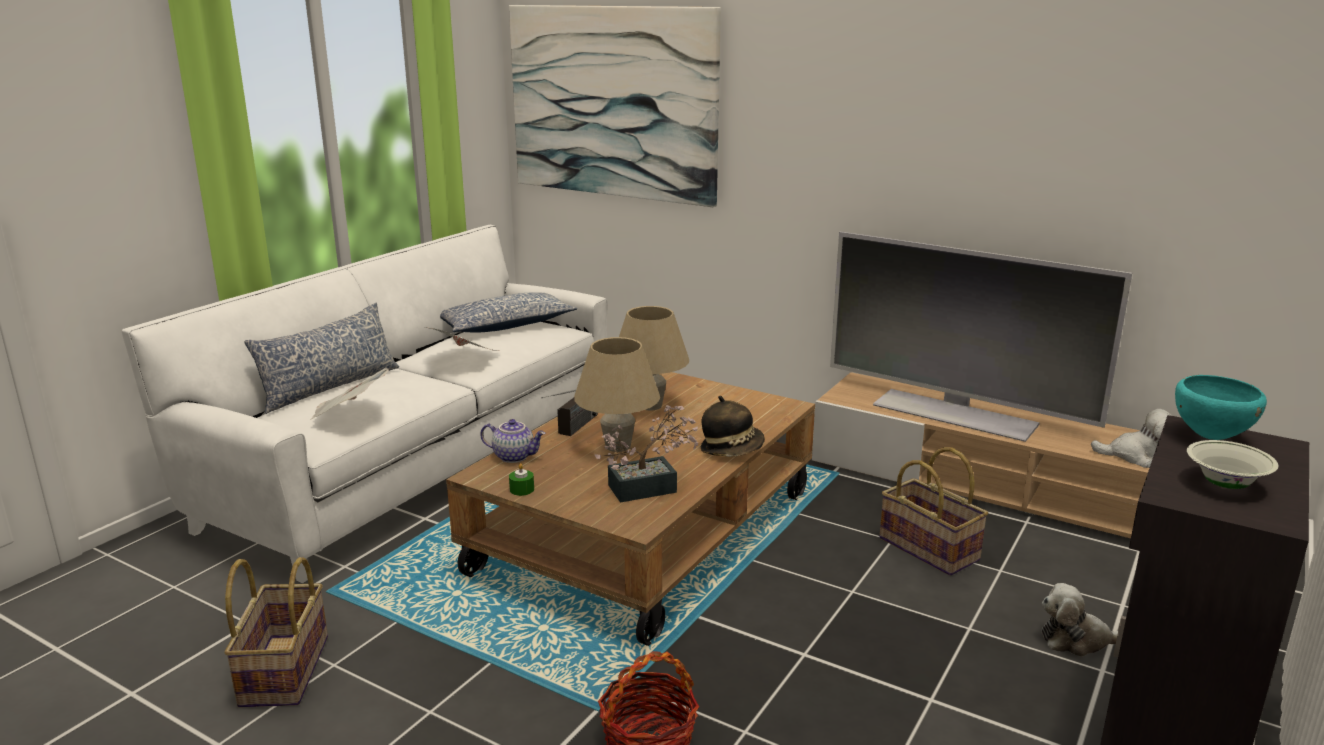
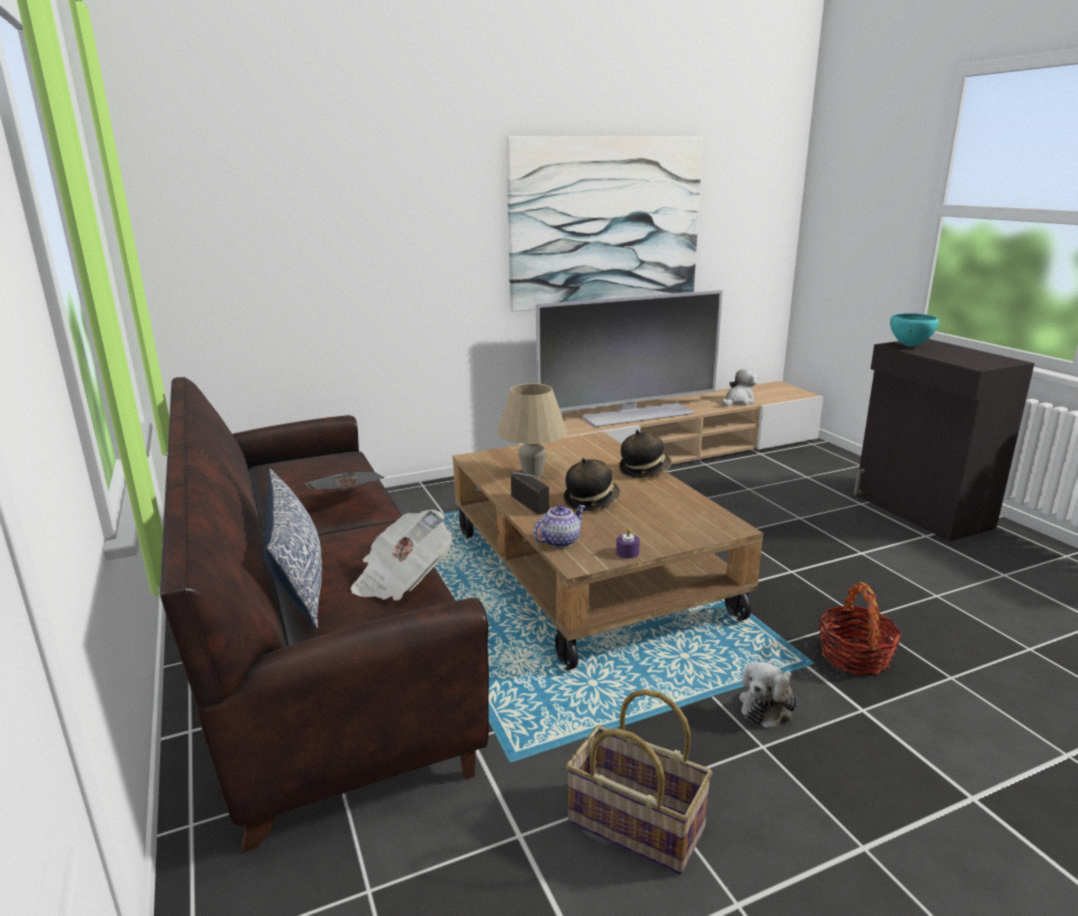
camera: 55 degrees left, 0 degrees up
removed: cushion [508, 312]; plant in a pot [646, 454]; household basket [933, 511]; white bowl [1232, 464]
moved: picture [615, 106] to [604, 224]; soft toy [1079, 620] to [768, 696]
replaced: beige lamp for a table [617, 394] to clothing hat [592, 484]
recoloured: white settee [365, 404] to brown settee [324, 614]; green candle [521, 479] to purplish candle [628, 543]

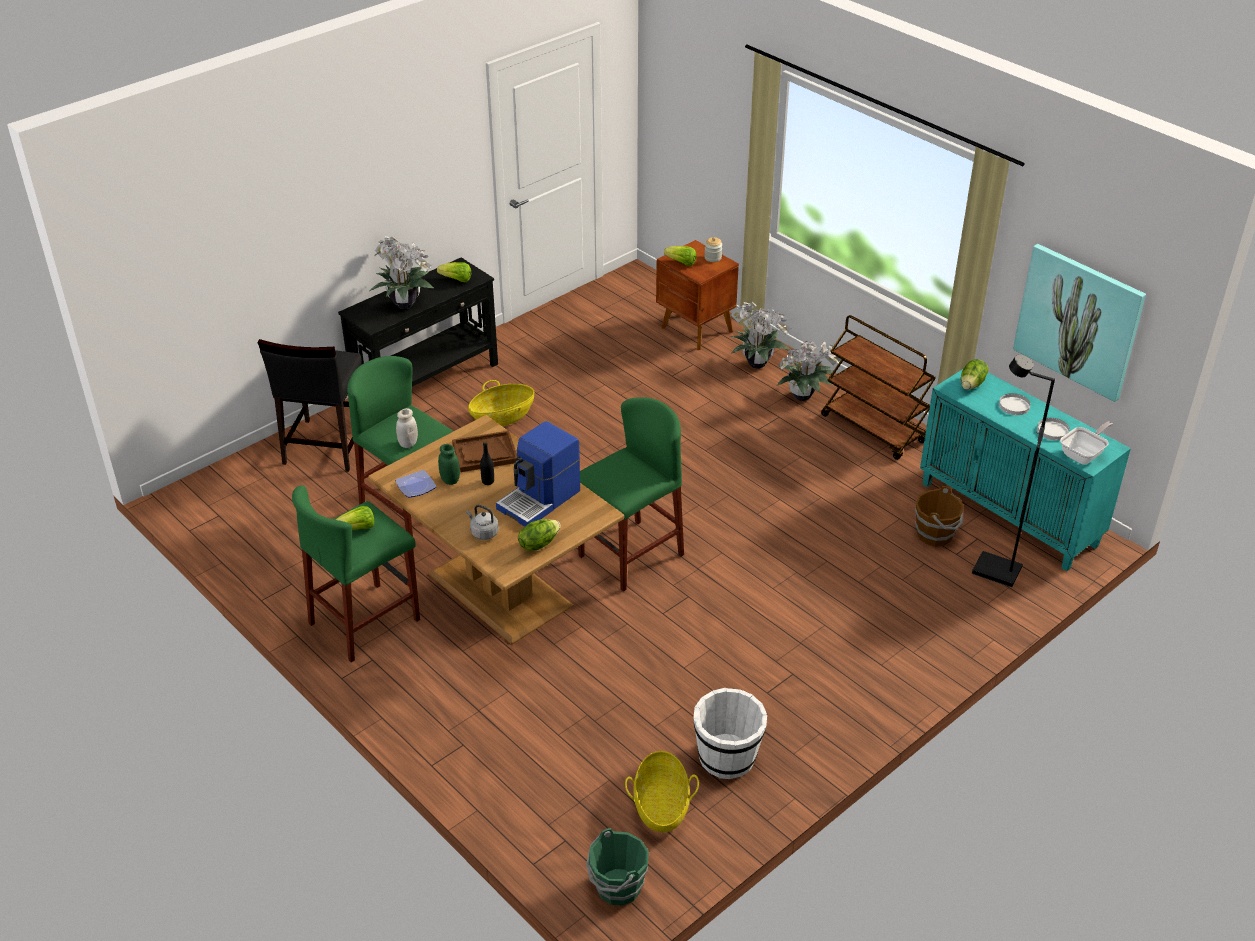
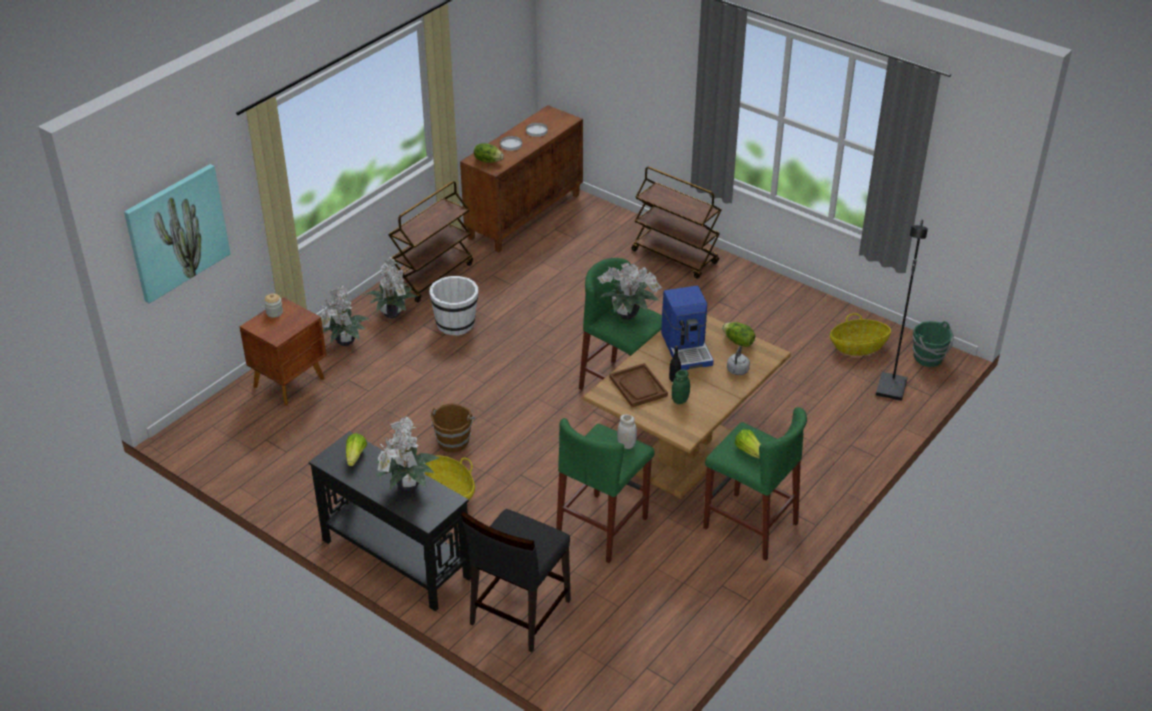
camera: 100 degrees left, 0 degrees up
removed: flat dish [416, 484]; lettuce head [680, 256]; frying pan [1086, 442]
added: plant in a pot [629, 291]; brown wheeled cart [676, 223]
moved: white bucket [730, 733] to [453, 305]; brown bucket [939, 516] to [453, 428]; black-coloured standard lamp [1013, 470] to [902, 310]; picture [1079, 323] to [177, 234]
recoloured: turquoise-coloured cupboard [1025, 470] to brown cupboard [521, 179]
turned: black-coloured chair [309, 405] = [516, 580] 120 degrees clockwise; coffee machine [538, 474] = [687, 328] 45 degrees clockwise

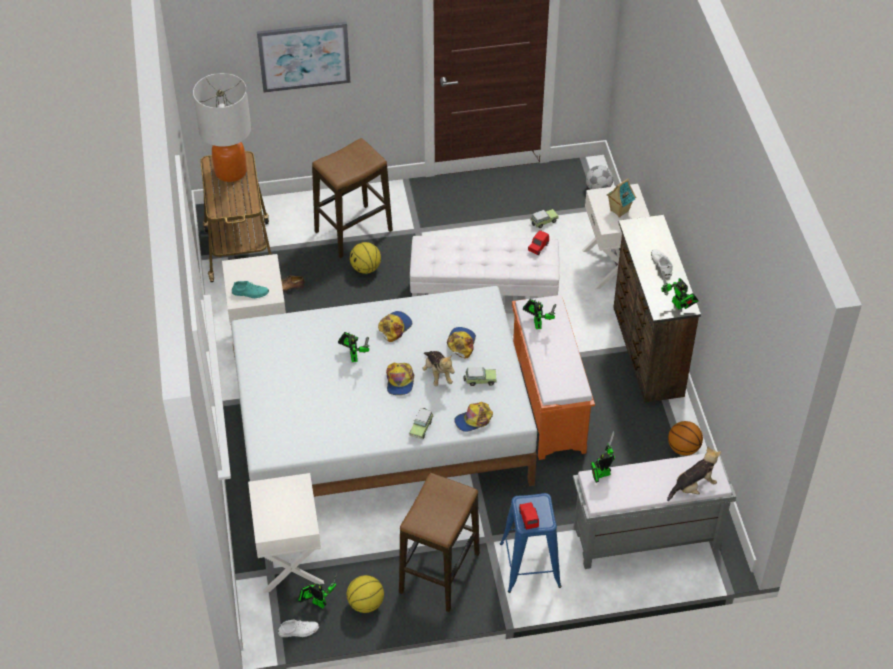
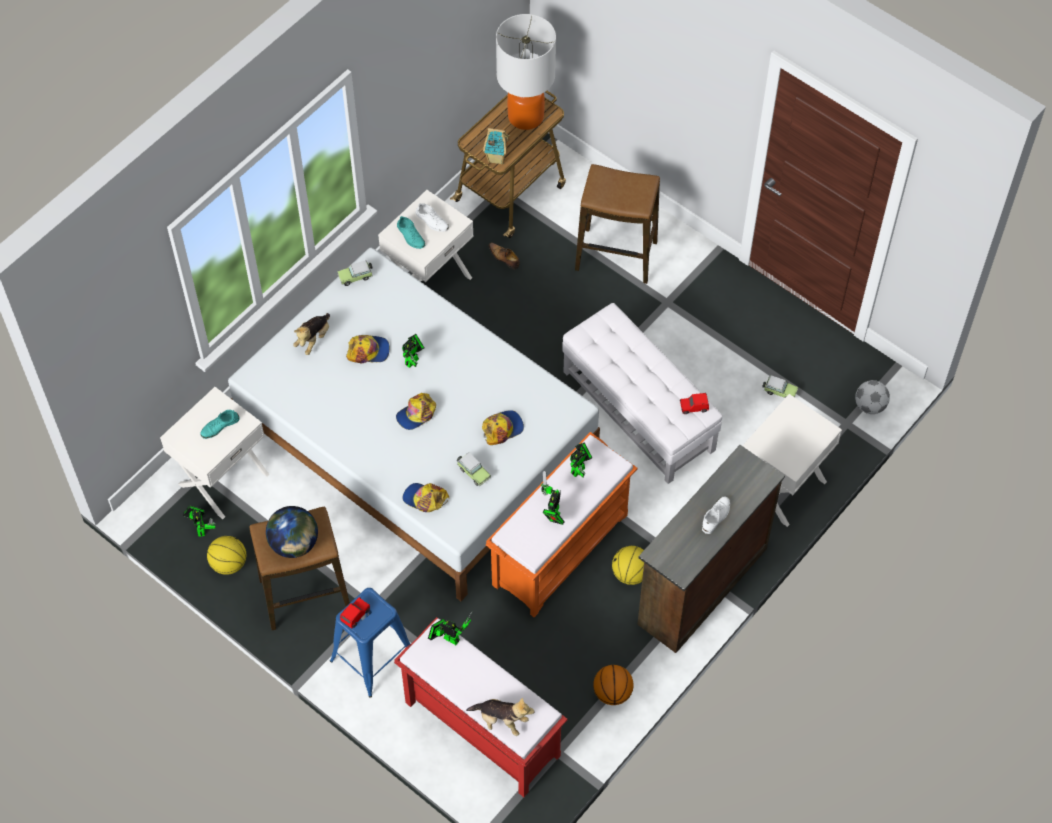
camera: 50 degrees right, 10 degrees up
removed: picture [303, 57]
added: turquoise-coloured shoe [220, 424]; desk globe [292, 532]
moved: white shoe [298, 628] to [432, 217]; basketball [365, 258] to [628, 565]; cap [395, 326] to [368, 349]; miniature car [421, 423] to [355, 273]; soft toy [438, 368] to [311, 334]; toy house [621, 198] to [496, 146]; model robot [679, 290] to [553, 497]
recoloured: grey long seat [654, 511] to red long seat [481, 707]

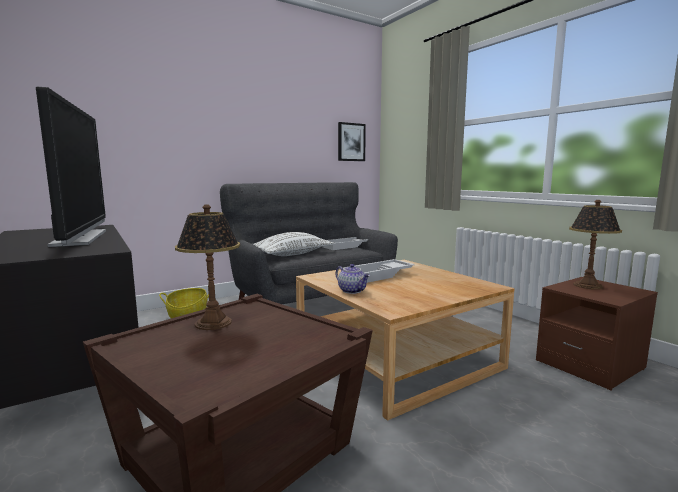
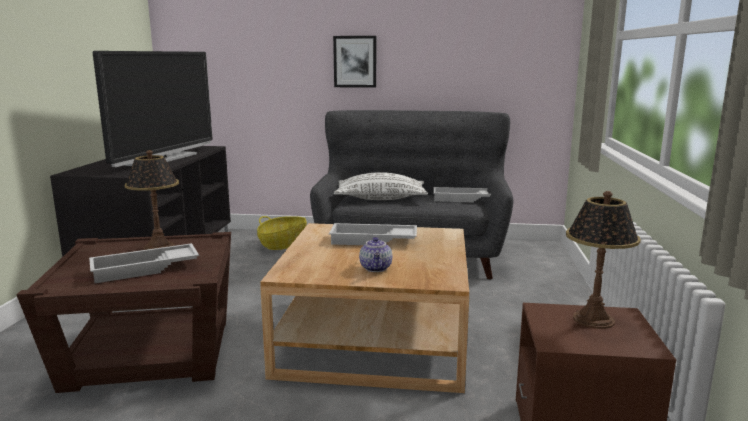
camera: 40 degrees right, 5 degrees up
added: white tray [144, 263]
moved: teapot [353, 279] to [375, 254]; picture [352, 141] to [354, 62]

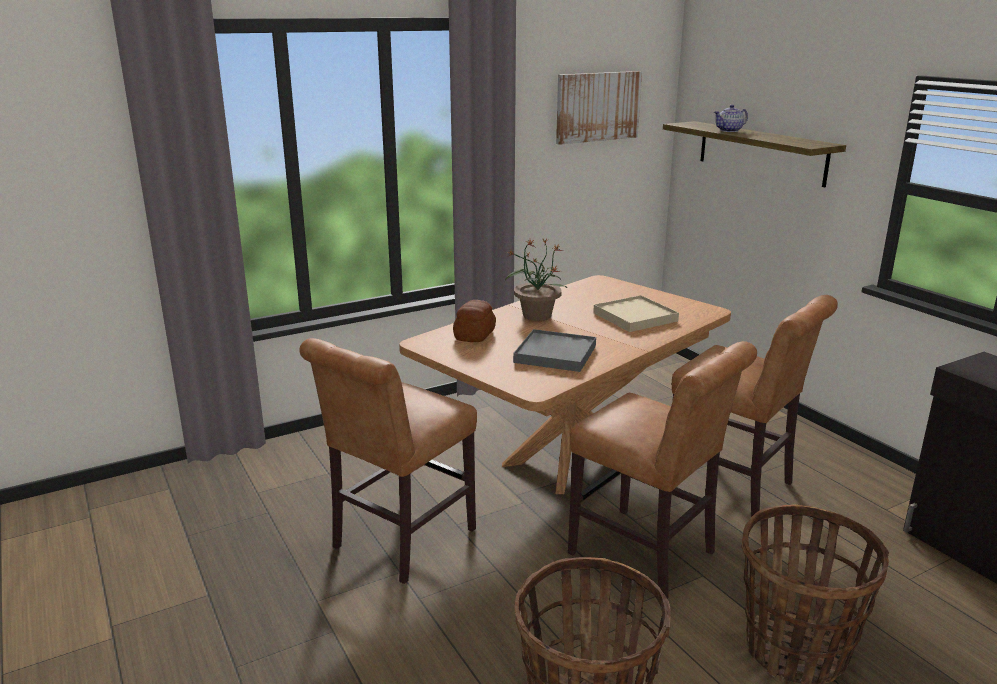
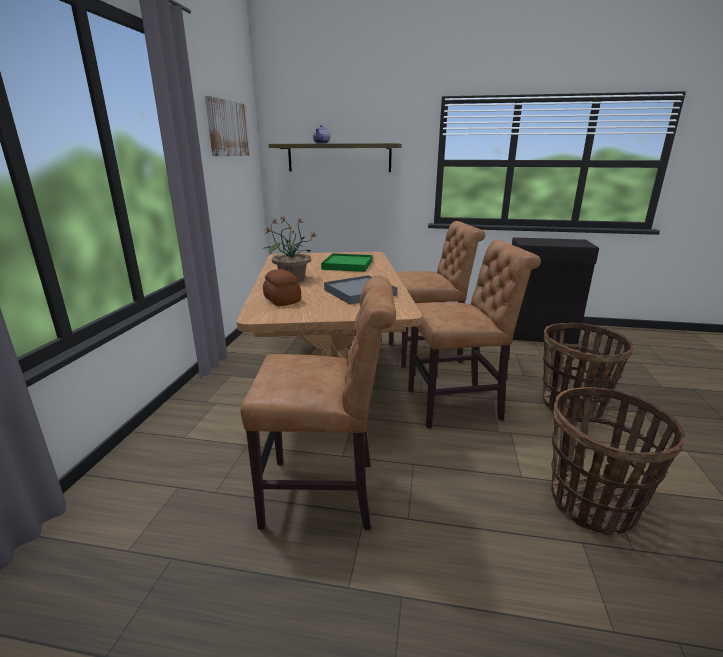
camera: 50 degrees left, 0 degrees up
recoloured: beige tray [636, 313] to green tray [347, 262]
turned: brown chair [388, 461] = [318, 403] 75 degrees counterclockwise

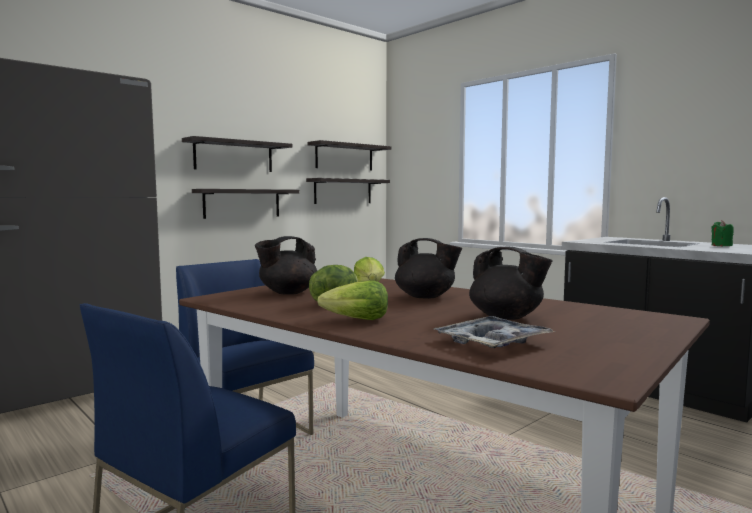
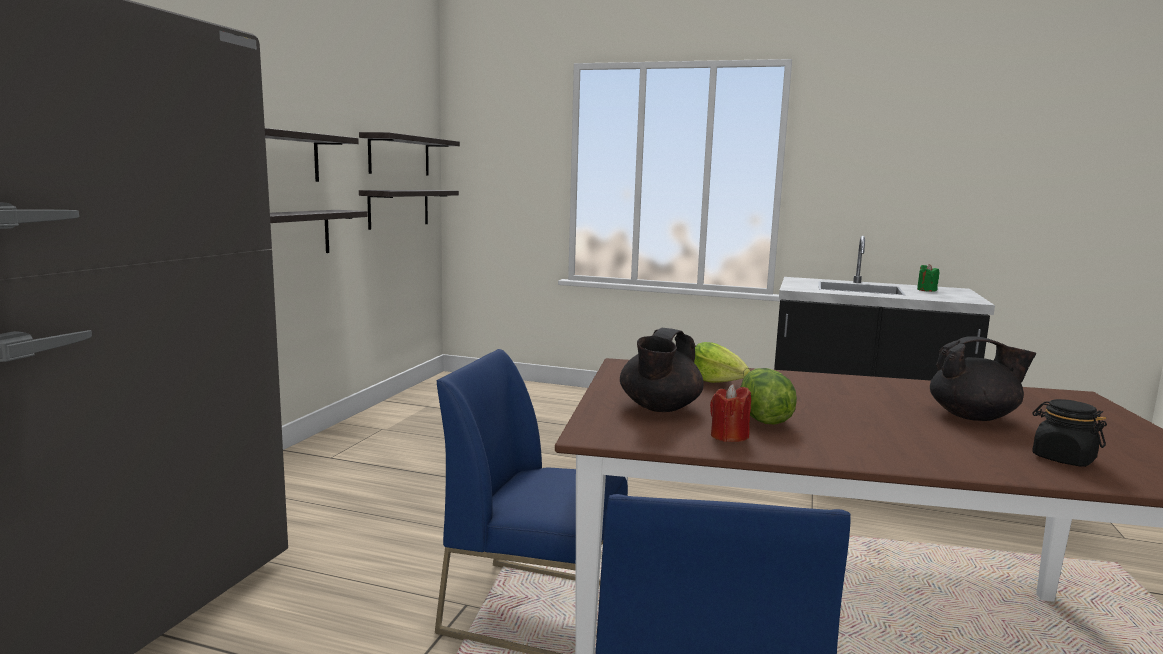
camera: 30 degrees left, 5 degrees up
removed: lettuce head [352, 300]; black-coloured teapot [428, 268]
added: red candle [730, 413]
replaced: tray [494, 332] to black-coloured preserve jar [1069, 433]

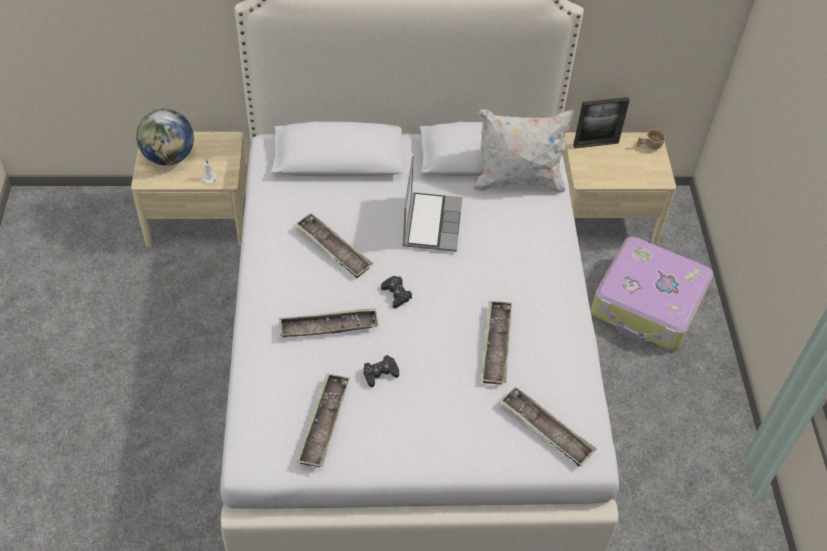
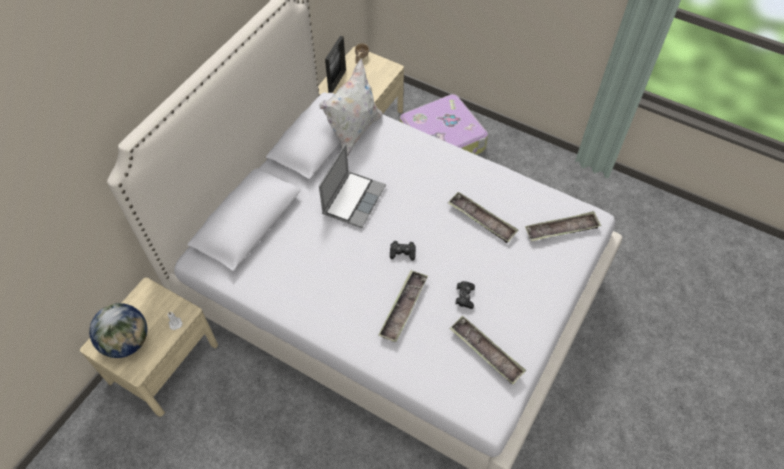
camera: 55 degrees left, 5 degrees up
removed: tray [334, 245]
turned: laptop [432, 203] = [352, 186] 75 degrees clockwise

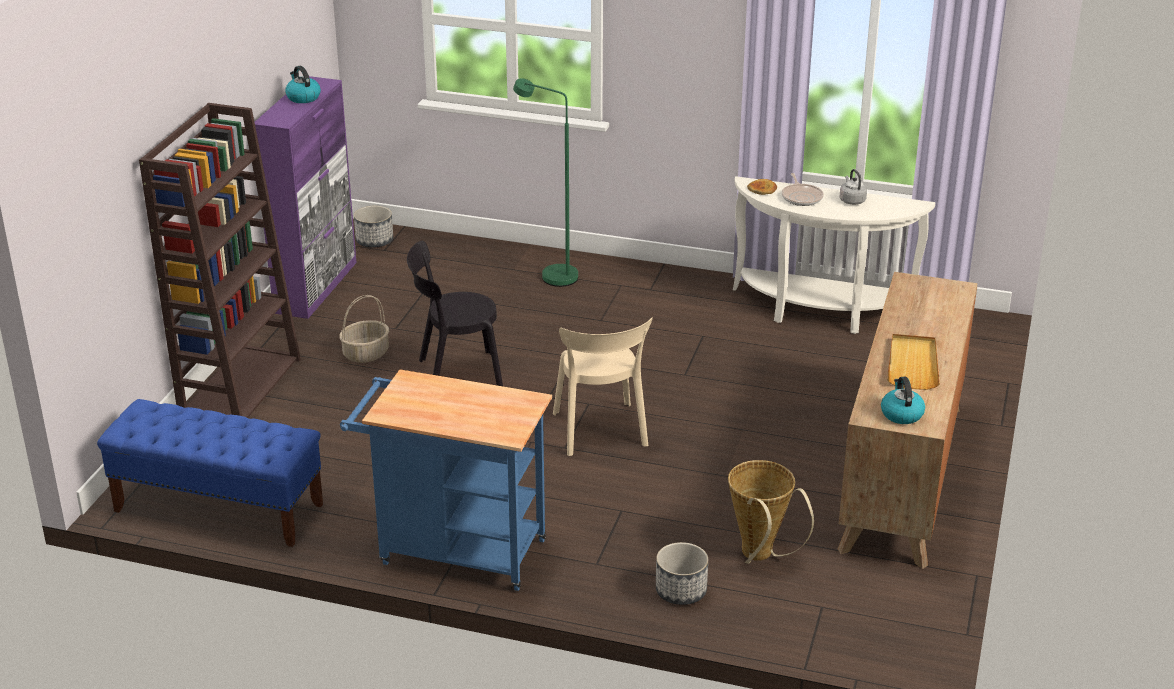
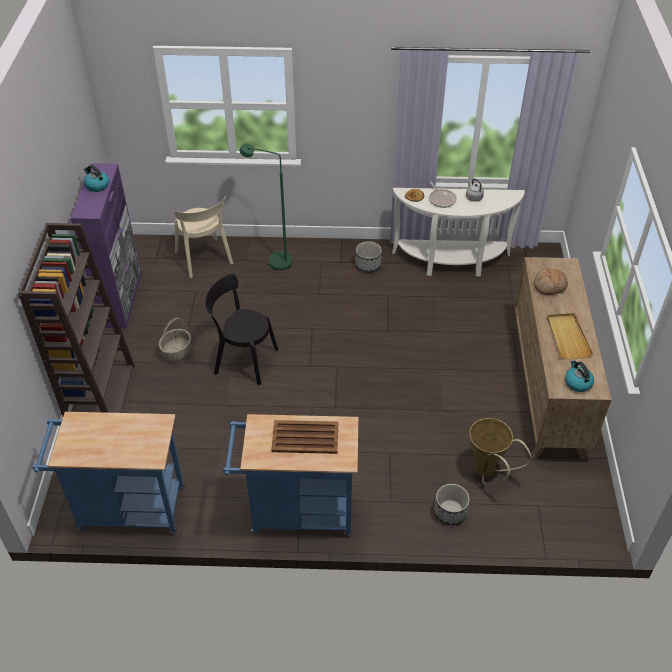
camera: 15 degrees left, 15 degrees up
added: brown tray [304, 437]; baked bread [551, 281]
moved: planter [373, 227] to [368, 257]; beige chair [603, 386] to [203, 237]
replaced: blue long seat [210, 473] to blue wheeled cart [109, 473]
turned: black-coloured chair [455, 313] = [241, 329] 45 degrees clockwise

